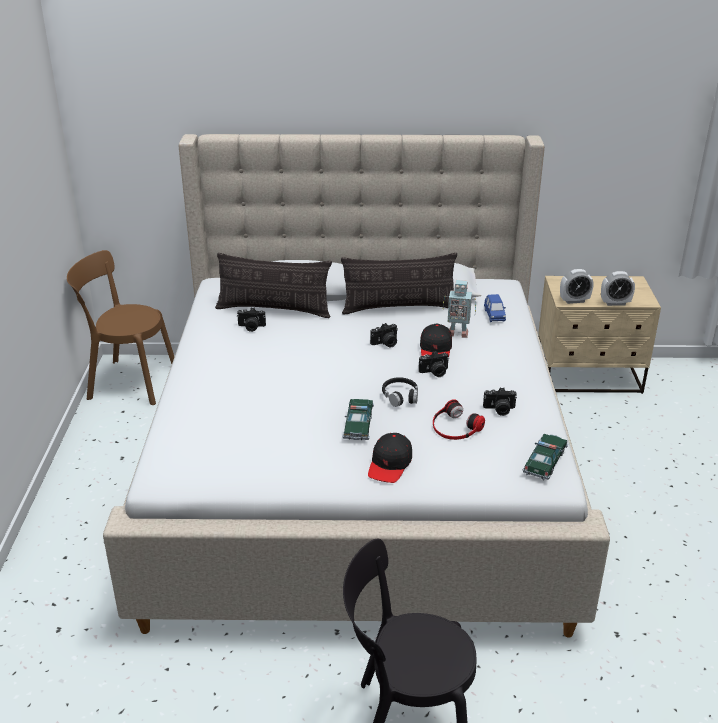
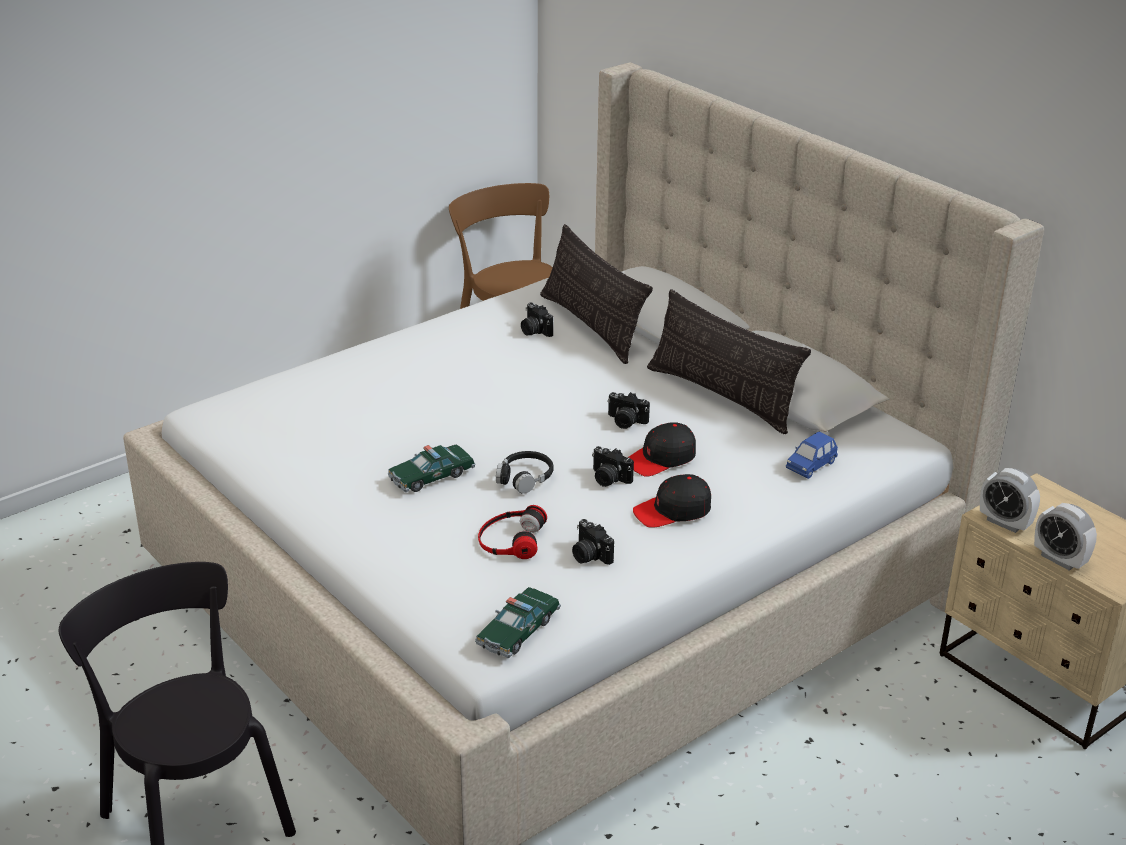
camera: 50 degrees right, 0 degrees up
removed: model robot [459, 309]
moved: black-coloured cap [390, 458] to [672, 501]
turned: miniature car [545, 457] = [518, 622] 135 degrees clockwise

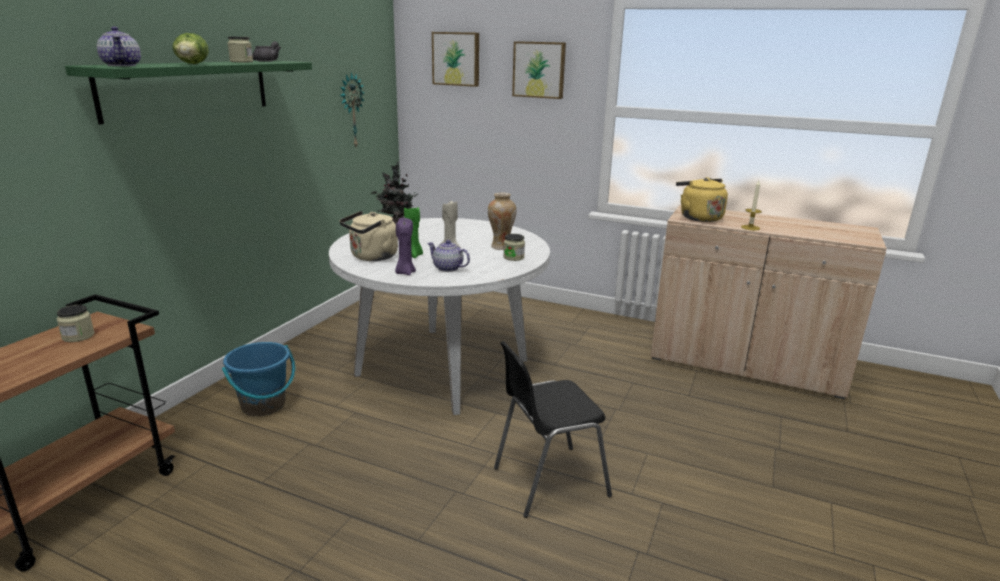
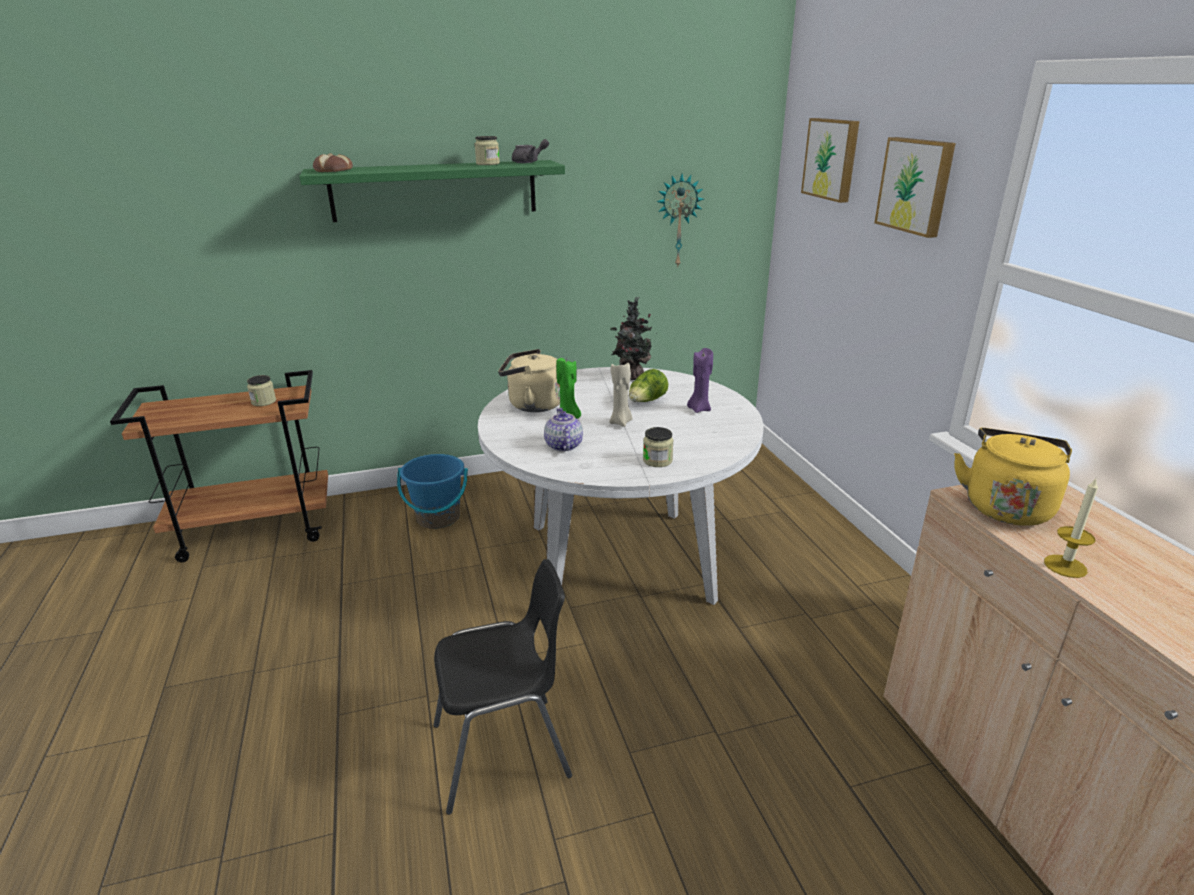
camera: 50 degrees right, 5 degrees up
removed: vase [502, 221]
moved: lettuce head [190, 48] to [648, 385]; purplish candle [405, 246] to [700, 380]
replaced: teapot [119, 46] to baked bread [333, 162]
turned: black-coloured chair [553, 429] = [502, 687] 135 degrees clockwise

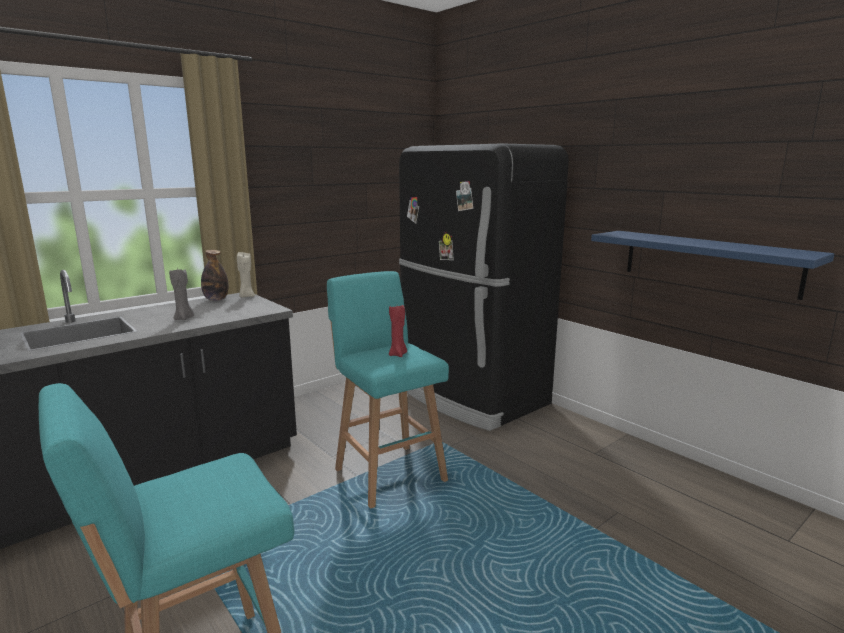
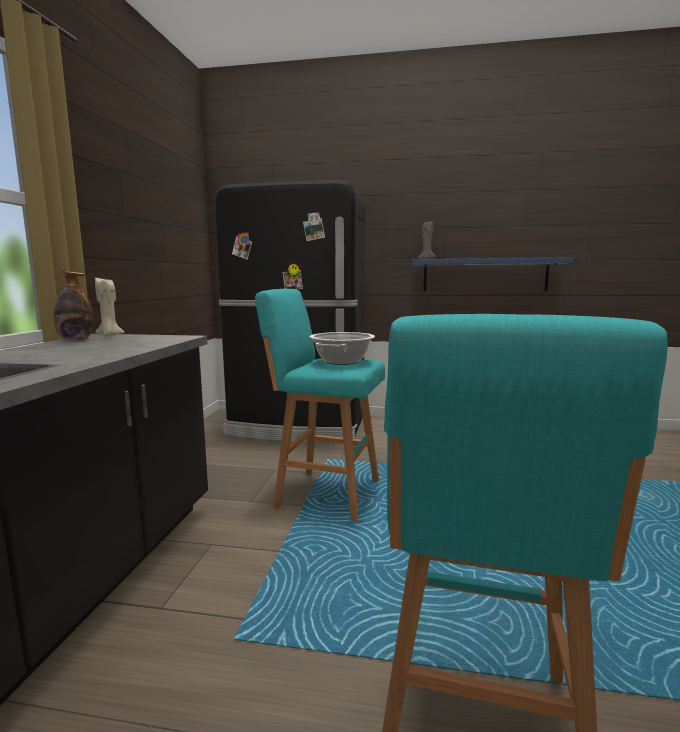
camera: 40 degrees left, 5 degrees down
moved: grey candle [181, 294] to [427, 240]
replaced: red candle [398, 331] to saucepot [342, 348]

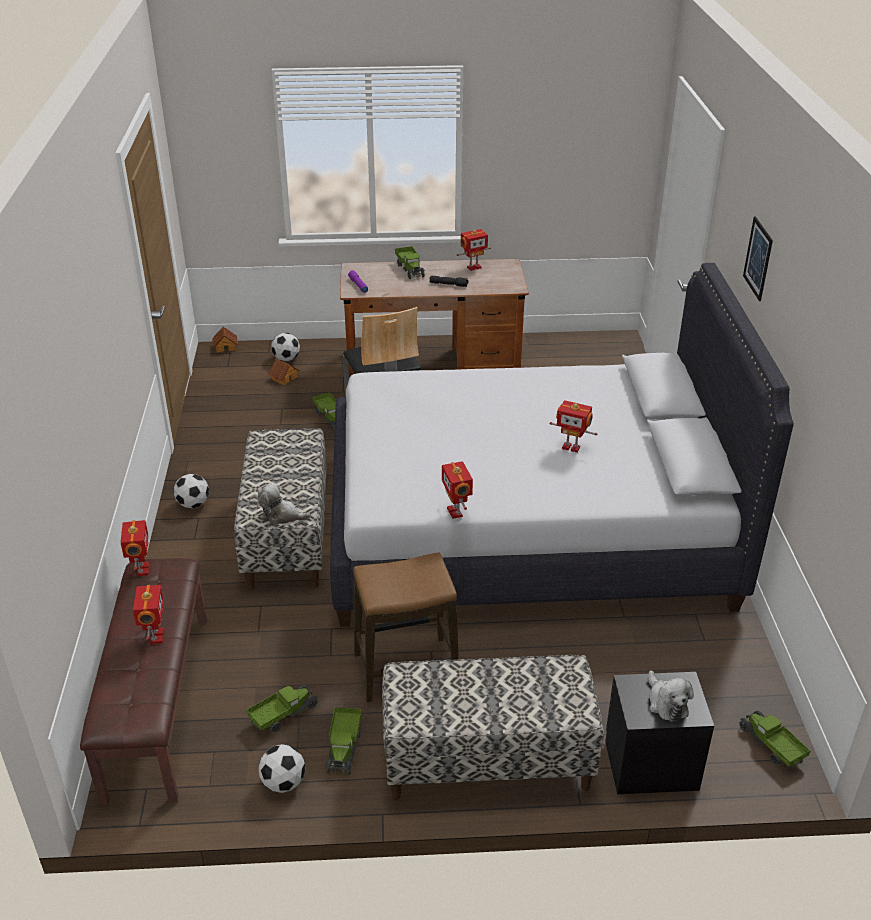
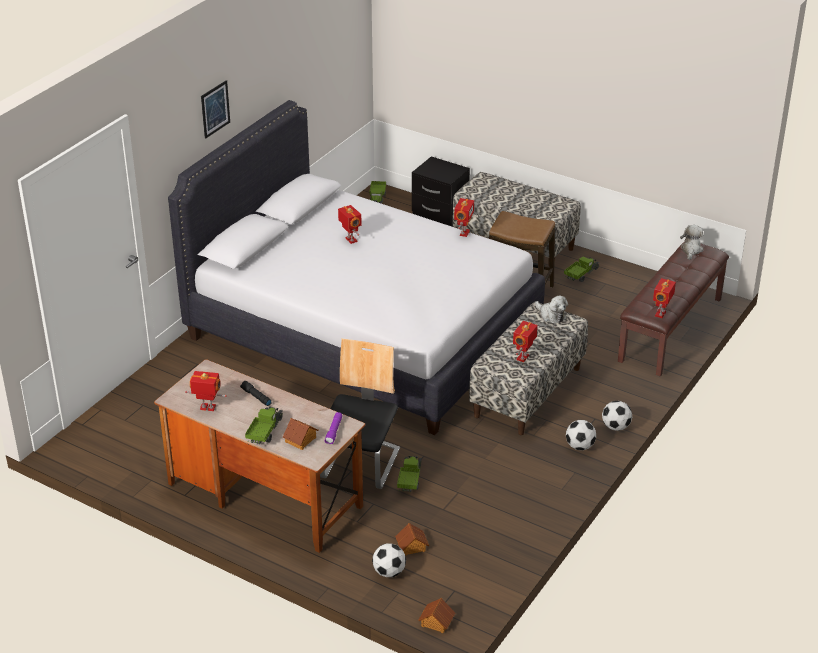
camera: 145 degrees left, 0 degrees up
removed: model truck [282, 708]
added: toy house [301, 434]
moved: model robot [148, 614] to [525, 341]; football [281, 768] to [617, 416]; soft toy [671, 696] to [692, 242]

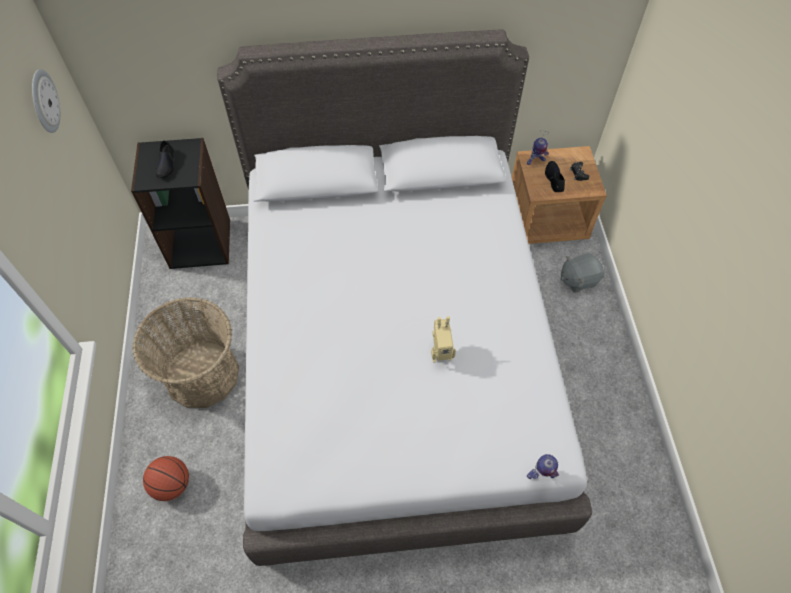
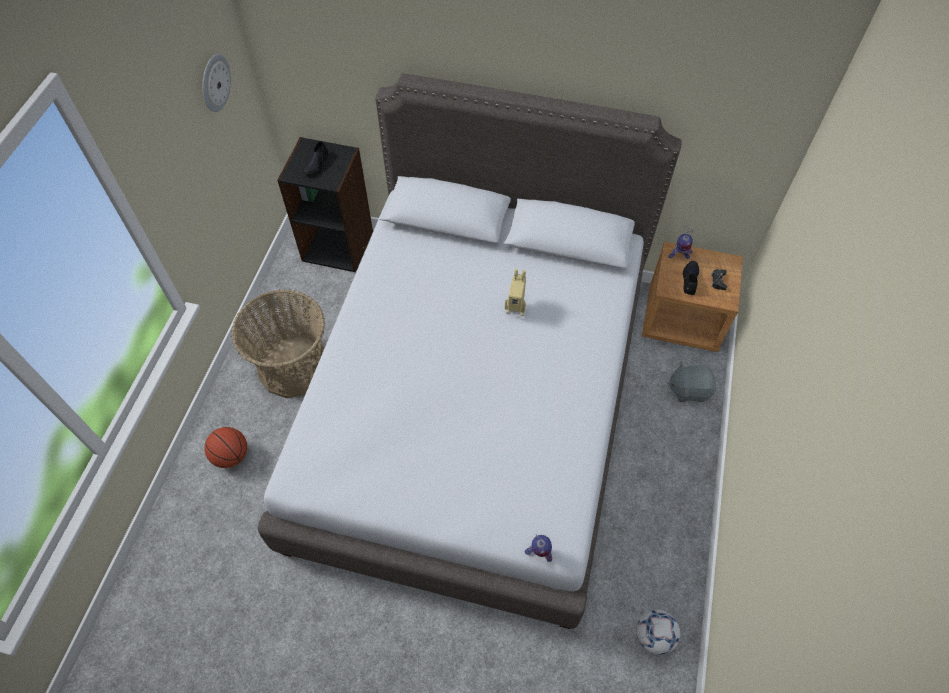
camera: 20 degrees right, 0 degrees up
added: football [658, 632]
moved: model robot [443, 339] to [515, 292]

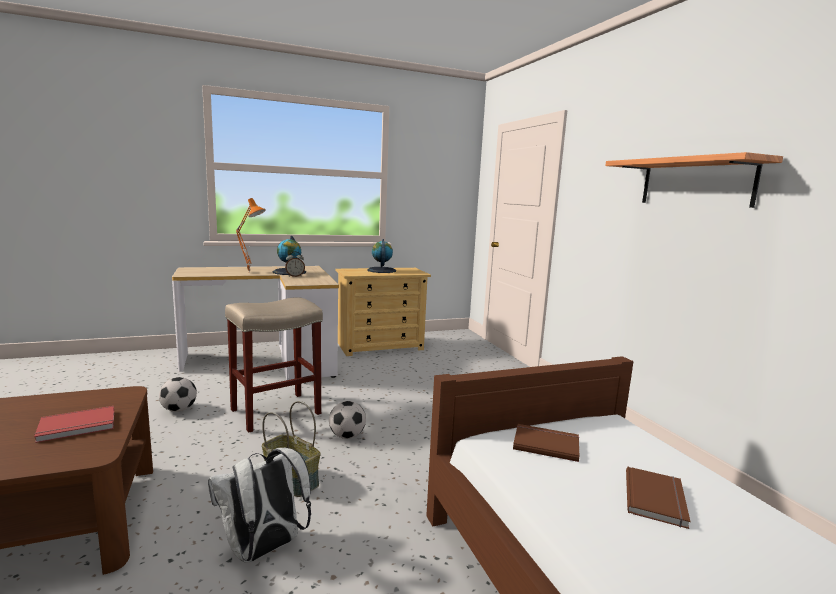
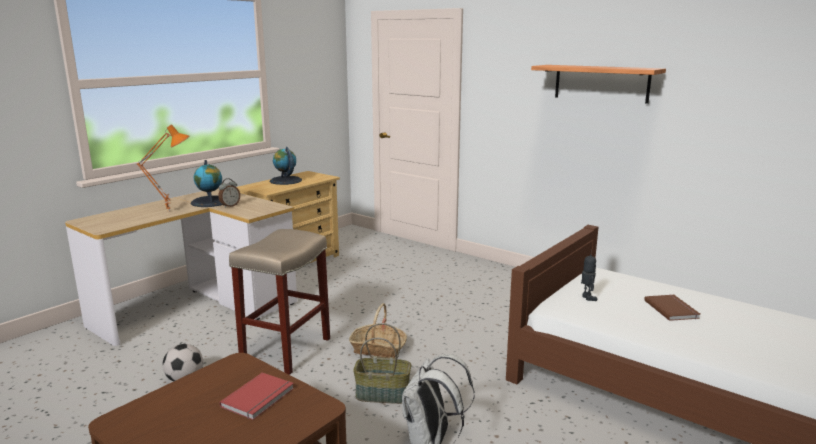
camera: 30 degrees left, 5 degrees up
replaced: football [347, 420] to household basket [378, 330]; brown volume [546, 443] to model robot [589, 277]

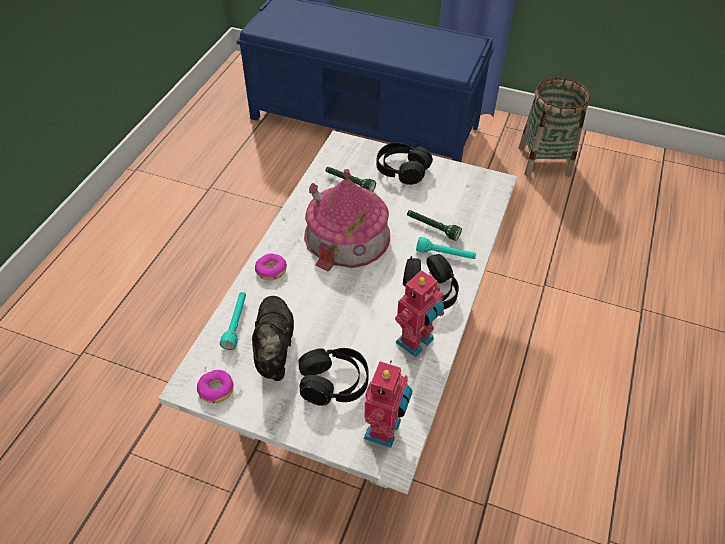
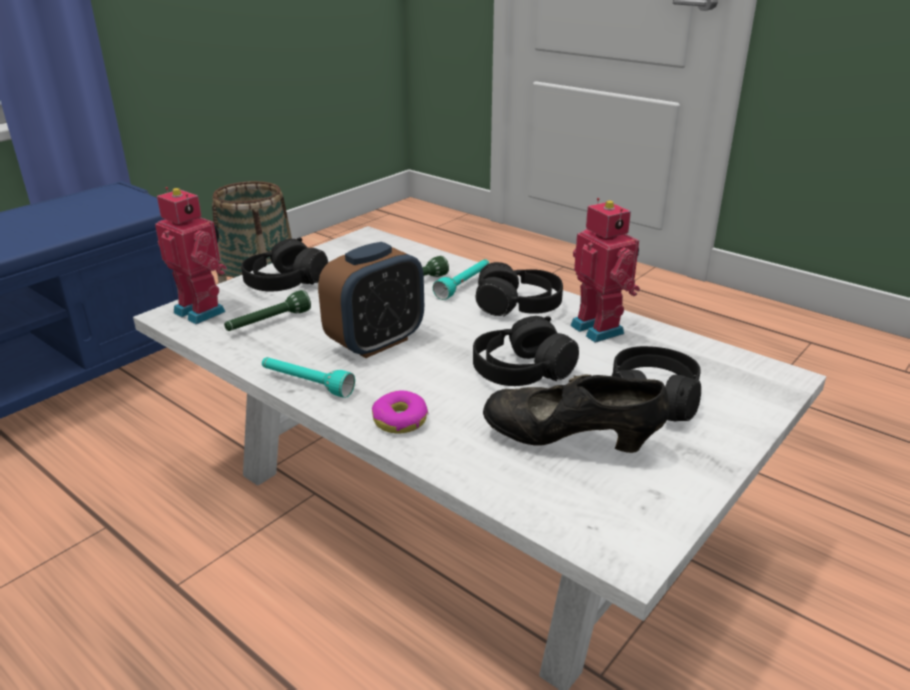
camera: 70 degrees left, 20 degrees down
removed: donut [215, 386]
added: black-coloured headphones [526, 351]
moved: turquoise-coloured hand torch [233, 321] to [308, 377]; model robot [388, 404] to [191, 255]
replaced: toy house [347, 220] to alarm clock [371, 300]

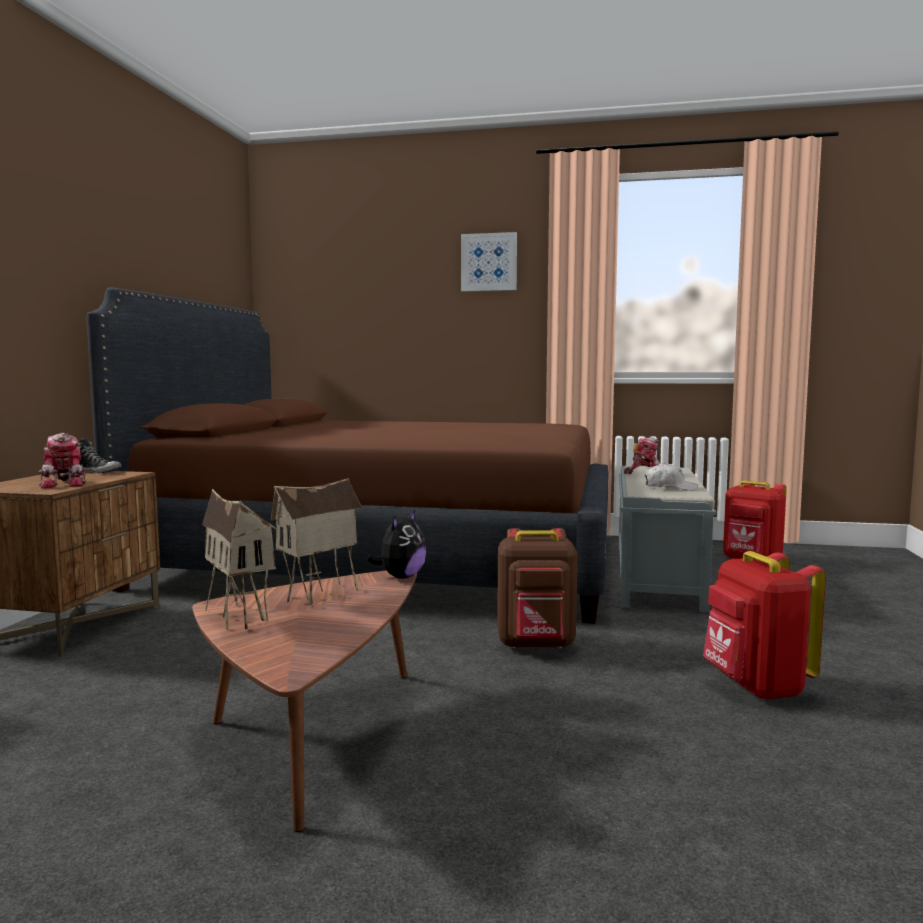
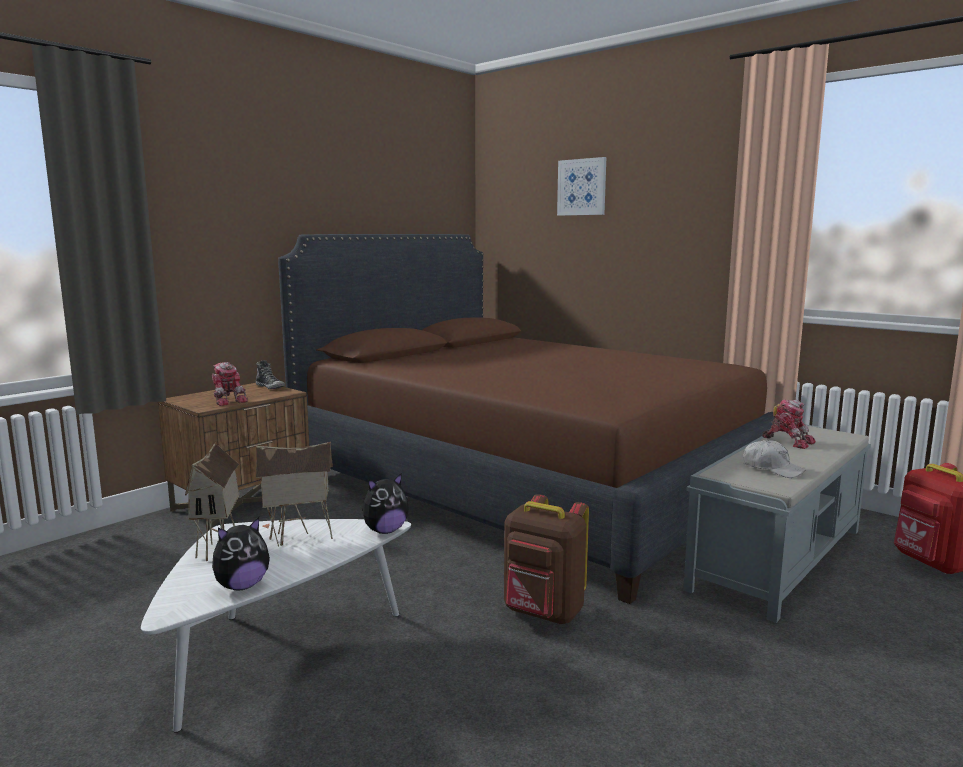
camera: 30 degrees right, 5 degrees up
removed: red backpack [764, 625]
added: soft toy [241, 554]
moved: picture [489, 262] to [581, 186]
recoloured: brown low table [304, 701] to white low table [276, 625]
turned: model robot [63, 460] = [230, 384] 45 degrees counterclockwise

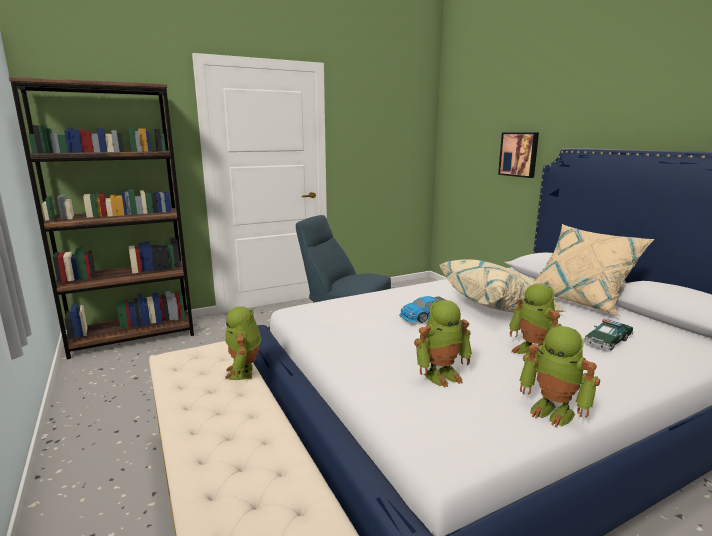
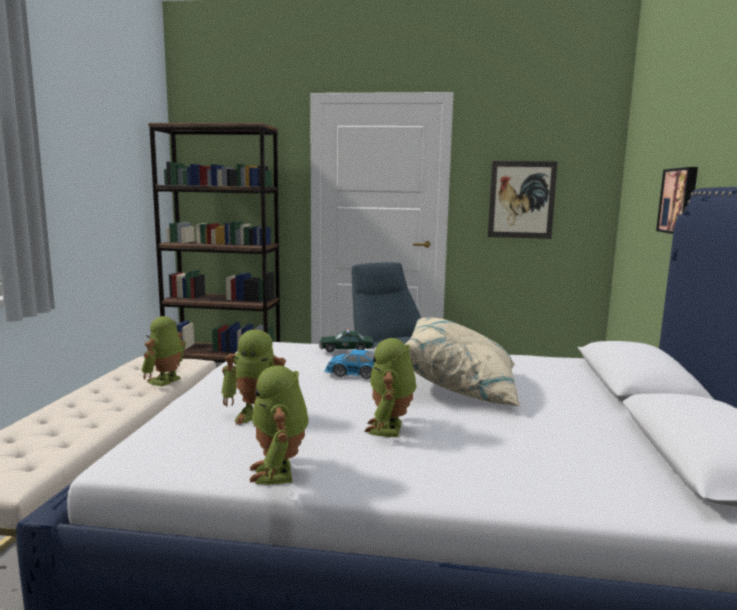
camera: 35 degrees right, 5 degrees down
removed: beige cushion [594, 270]
added: picture [523, 200]
moved: miniature car [608, 334] to [346, 341]

